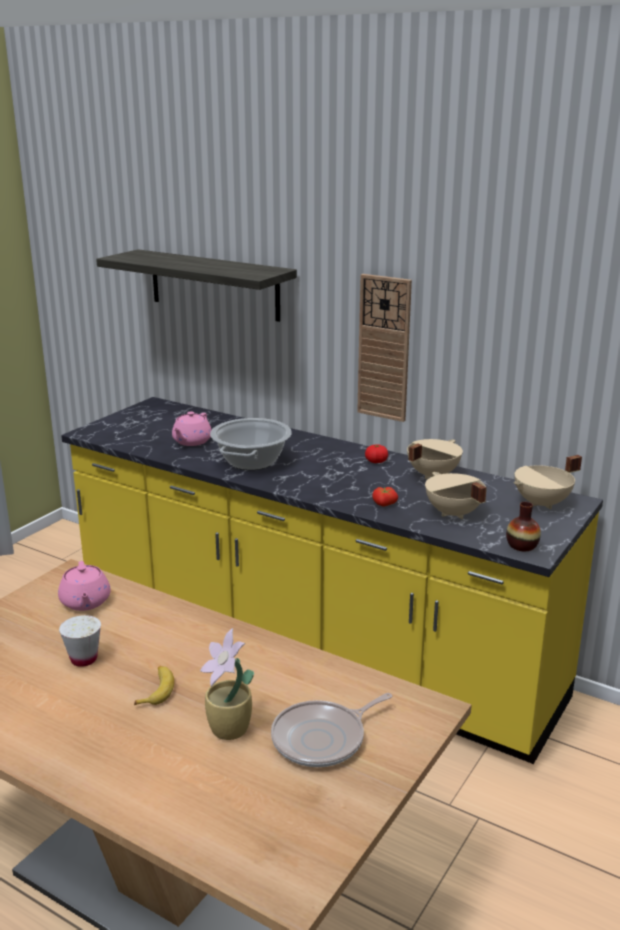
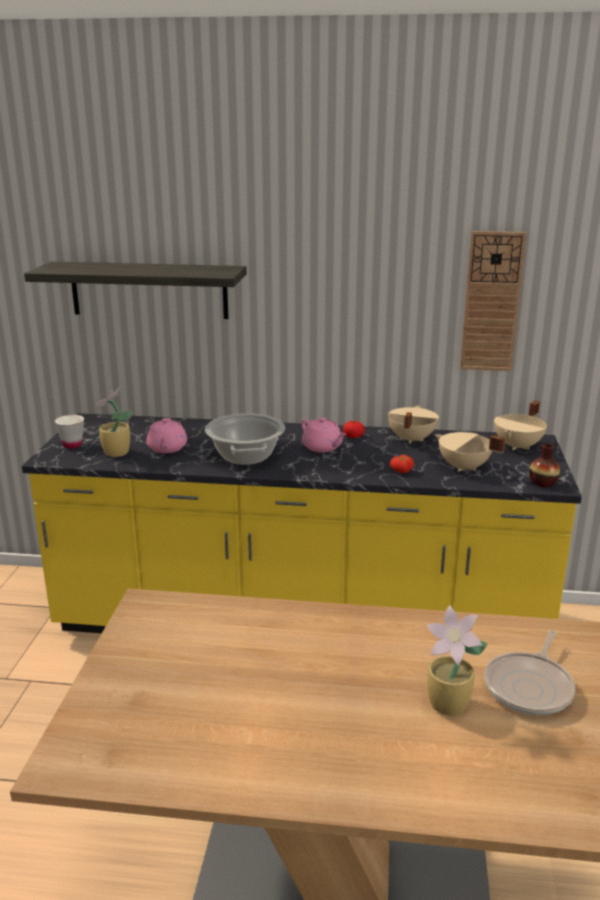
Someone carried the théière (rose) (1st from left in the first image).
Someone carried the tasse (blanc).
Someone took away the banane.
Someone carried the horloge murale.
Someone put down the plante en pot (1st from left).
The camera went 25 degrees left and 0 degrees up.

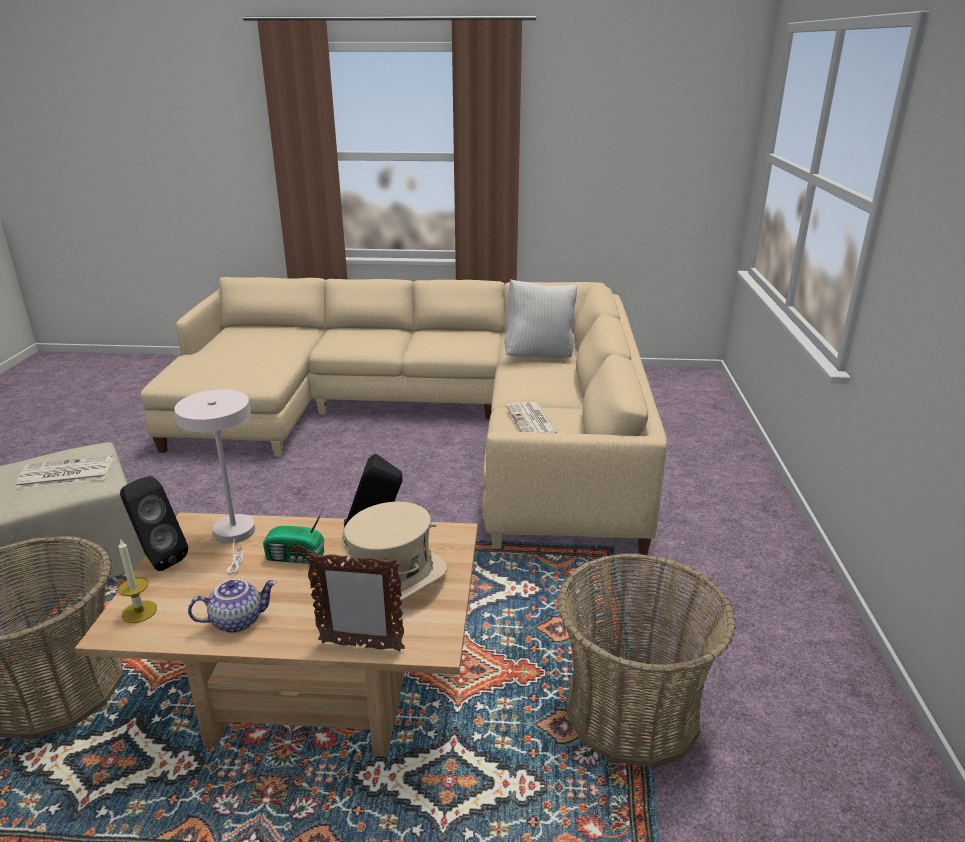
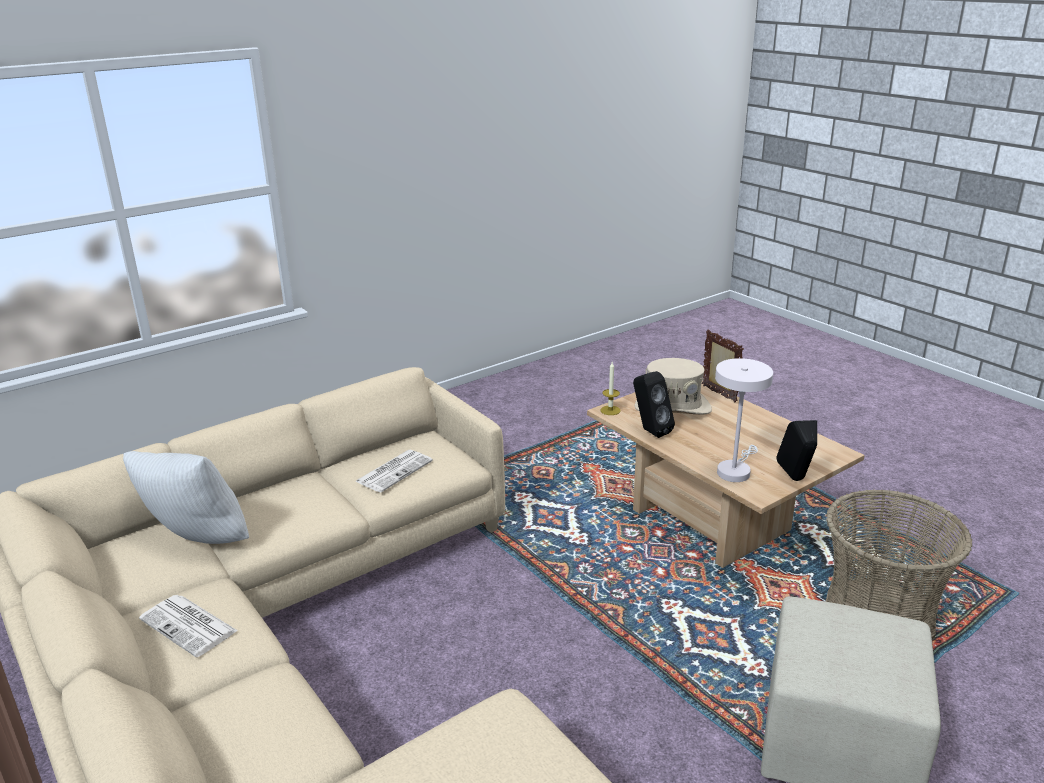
Someone carried the journal (1st from left).
Someone carried the bougie.
Someone took away the théière.
Someone took away the radio.
Someone took away the panier (2nd from left).
The camera went 130 degrees left and 0 degrees up.

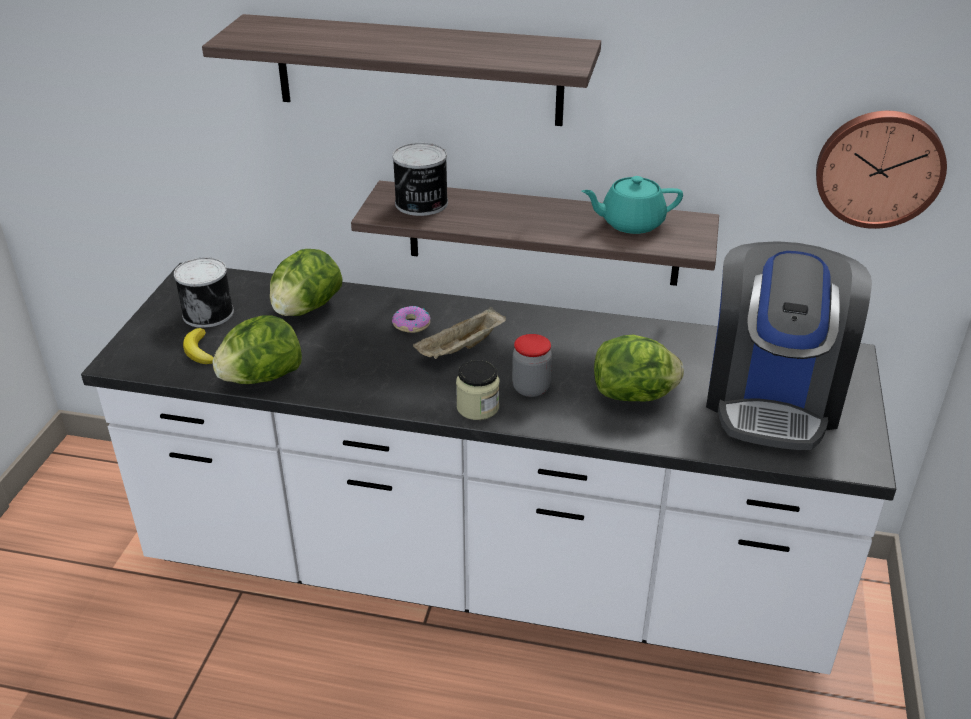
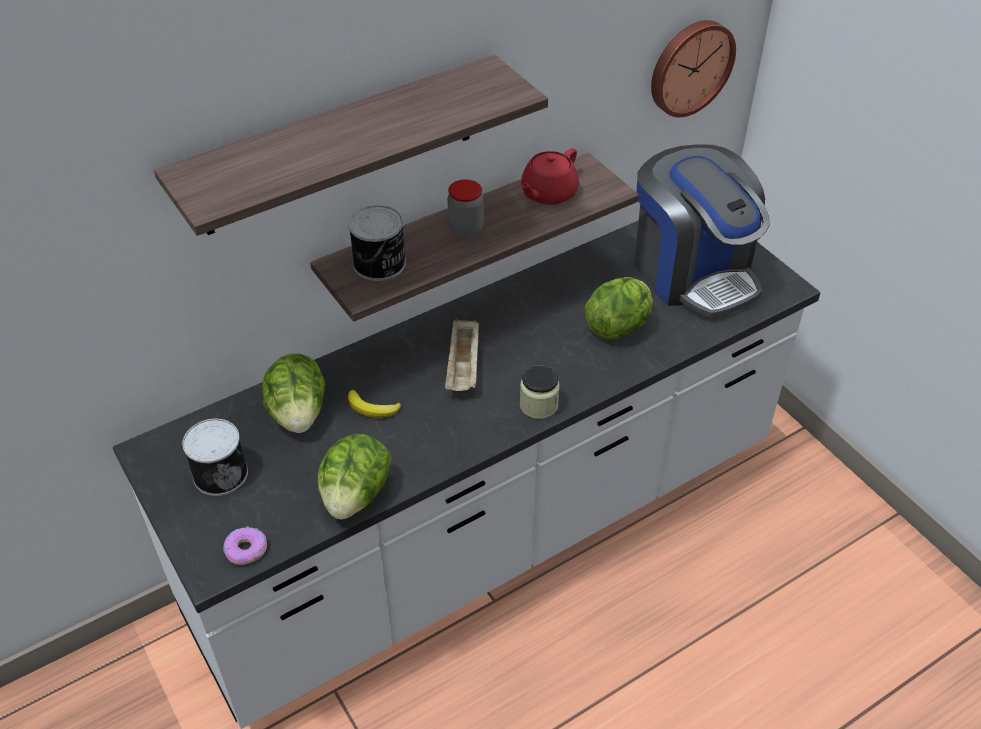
Someone carried the banane.
Someone carried the beignet.
Someone carried the bocal (2nd from left in the first image).
Someone repainted the théière (turquoise), which became the théière (rouge).
The camera went 45 degrees left and 10 degrees up.

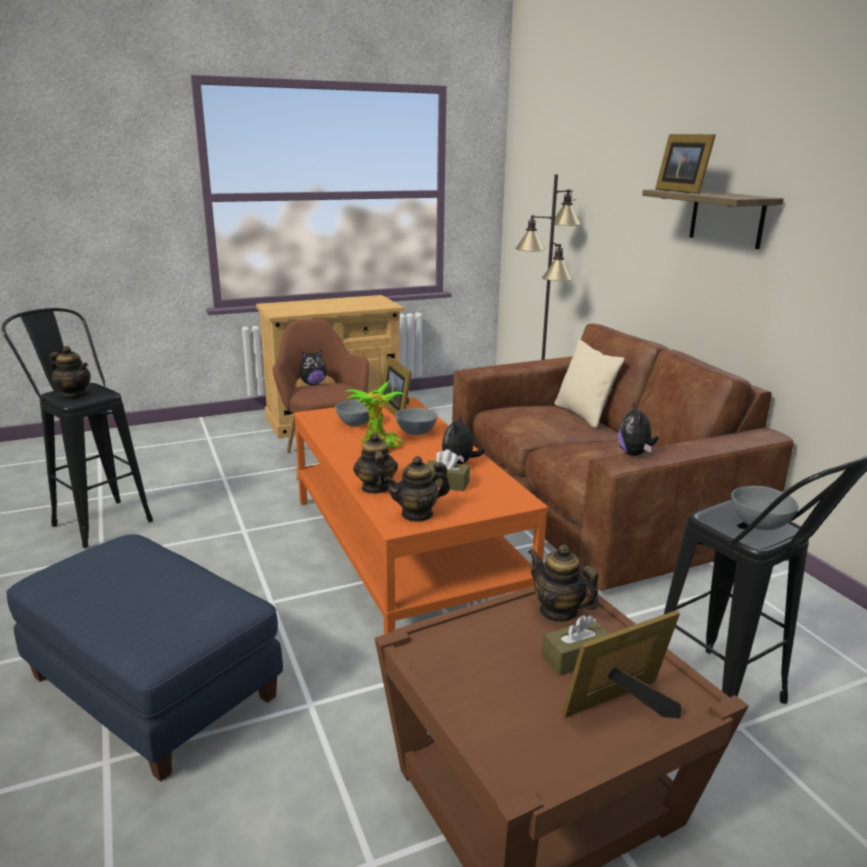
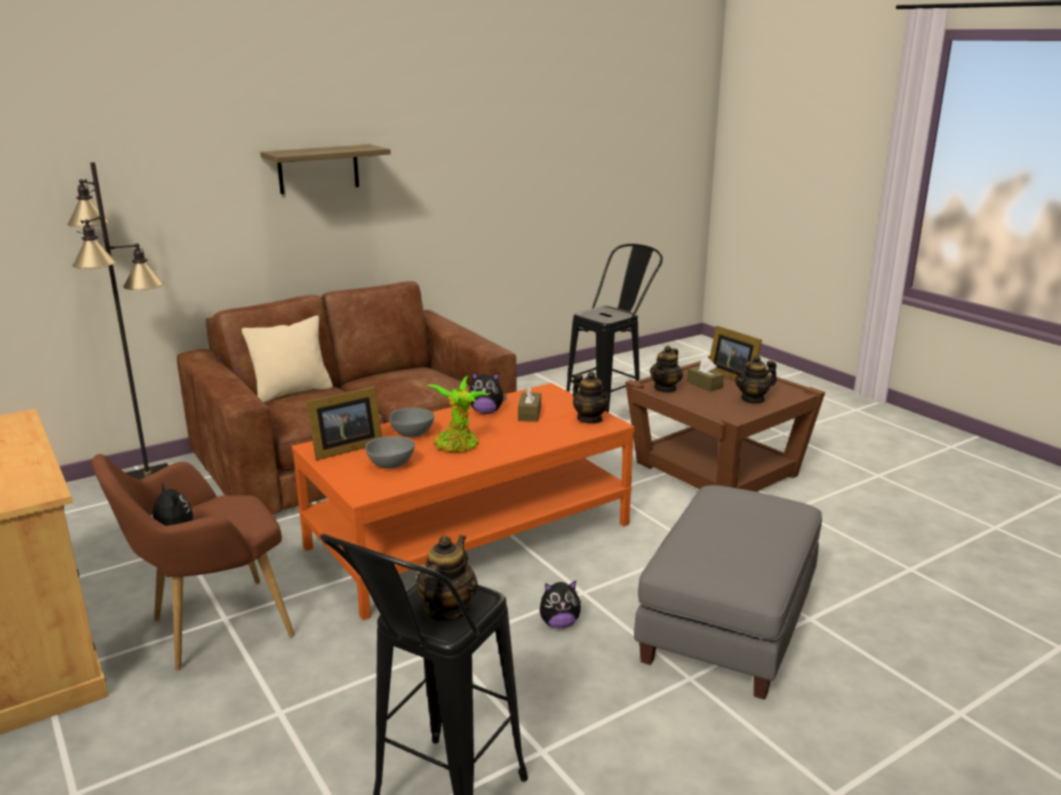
Someone repainted the pouf (bleu), which became the pouf (gris).
Someone carried the théière (2nd from left in the first image).
Someone carried the peluche (3rd from left).
Someone took away the cadre photo (3rd from left).
Someone took away the bol (gris) (3rd from left).
The camera went 100 degrees left and 0 degrees up.

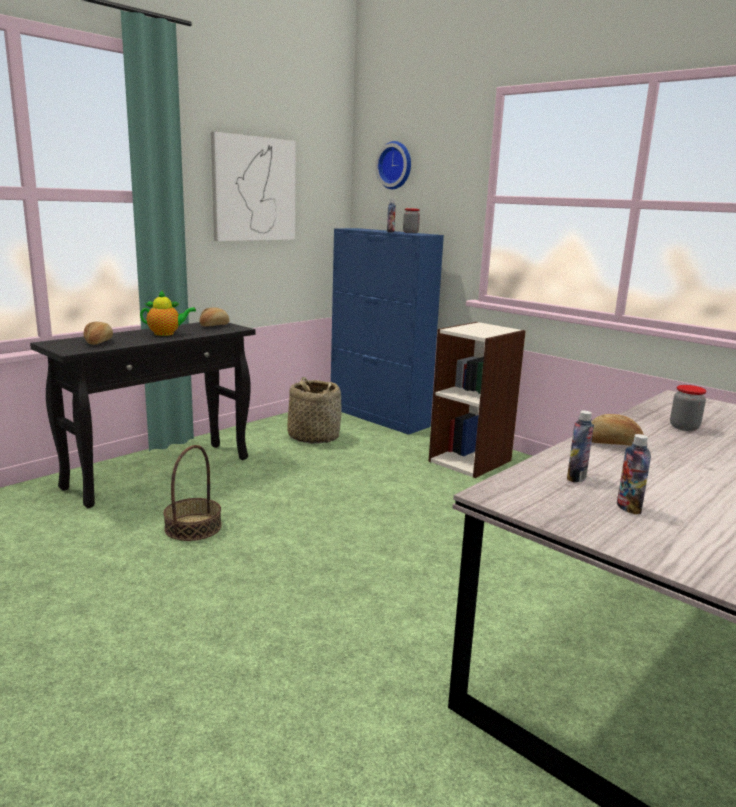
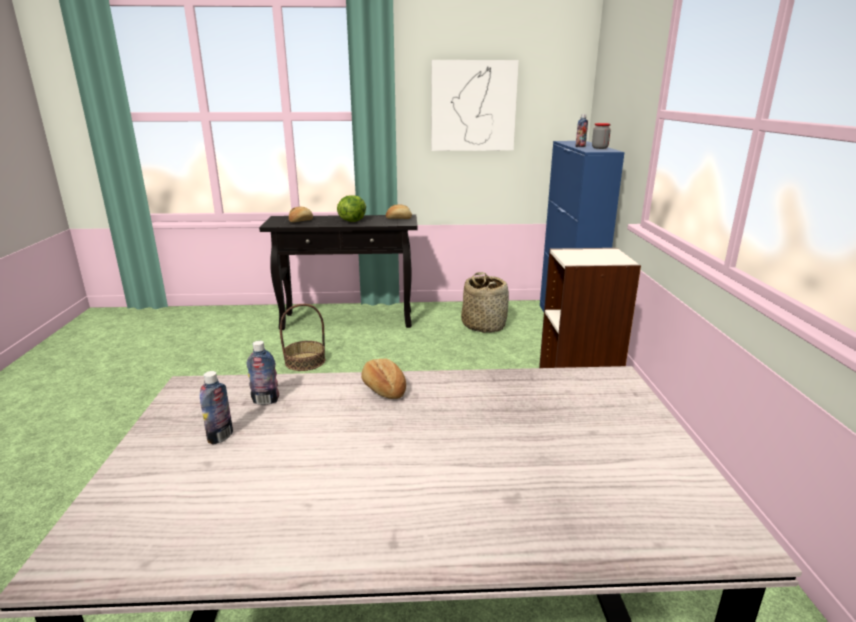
Someone swapped the théière for the laitue.
Someone took away the horloge murale.
Someone took away the bocal (2nd from left).
The camera went 45 degrees right and 5 degrees up.

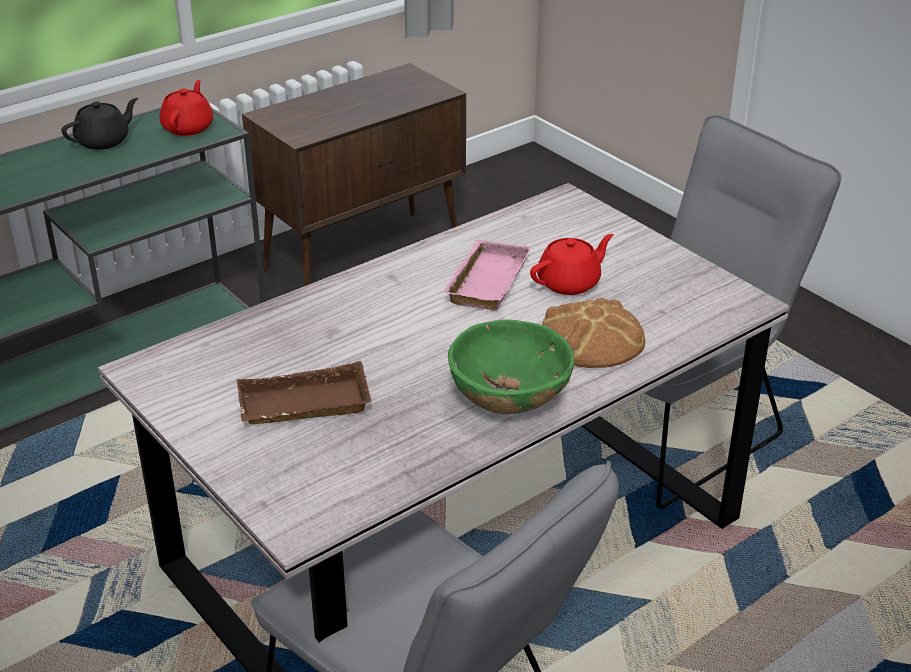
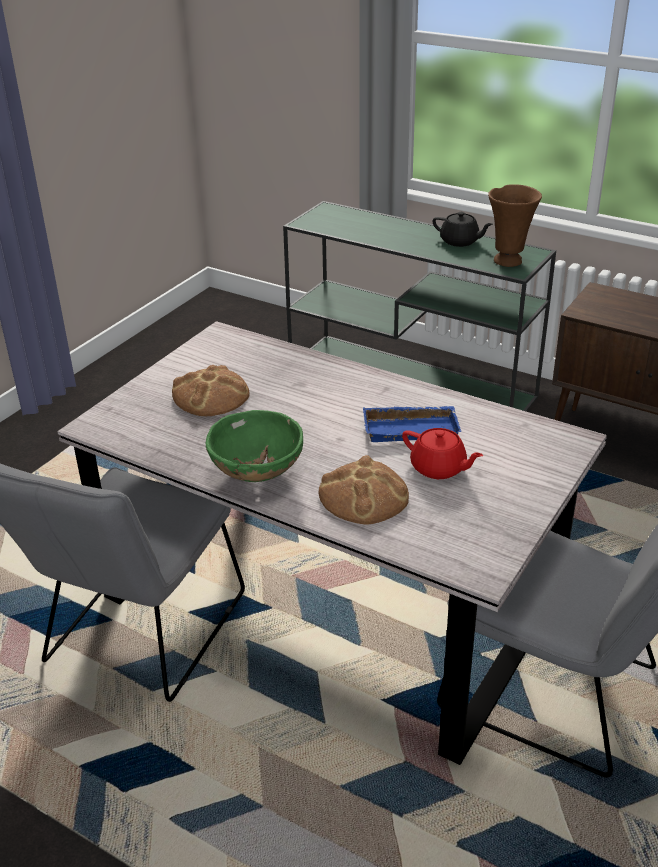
Someone swapped the théière (rouge) (1st from left) for the vase (marron).
Someone swapped the plateau (marron) for the pain (1st from left).
Someone repainted the plateau (rose), which became the plateau (bleu).
The camera went 70 degrees right and 0 degrees up.

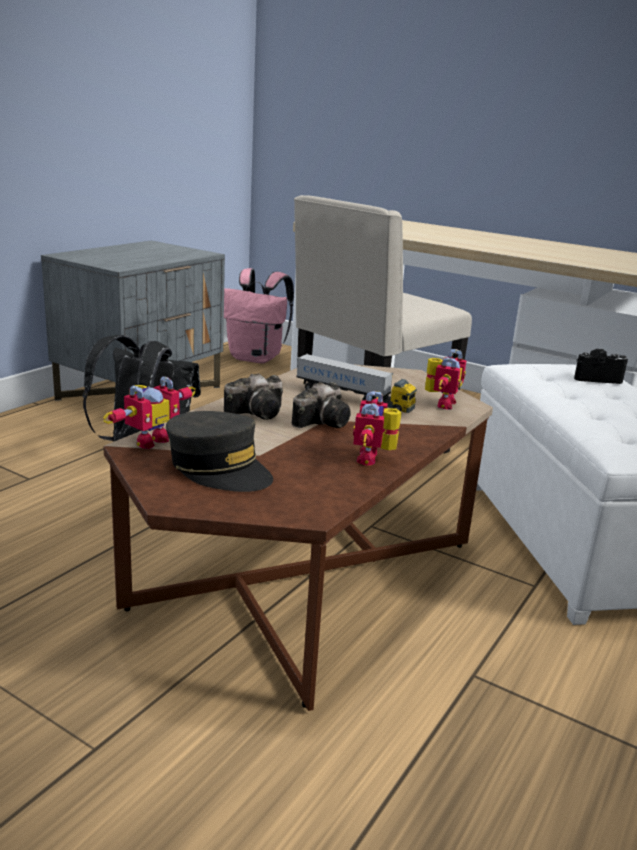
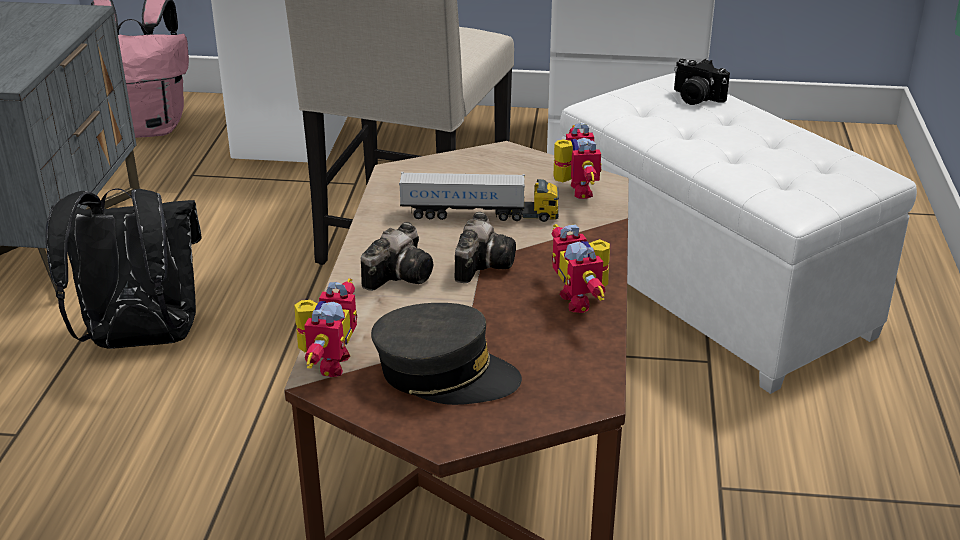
Someone rotated the appareil photo (3rd from left) by 120 degrees counterclockwise.
The camera went 25 degrees left and 10 degrees up.

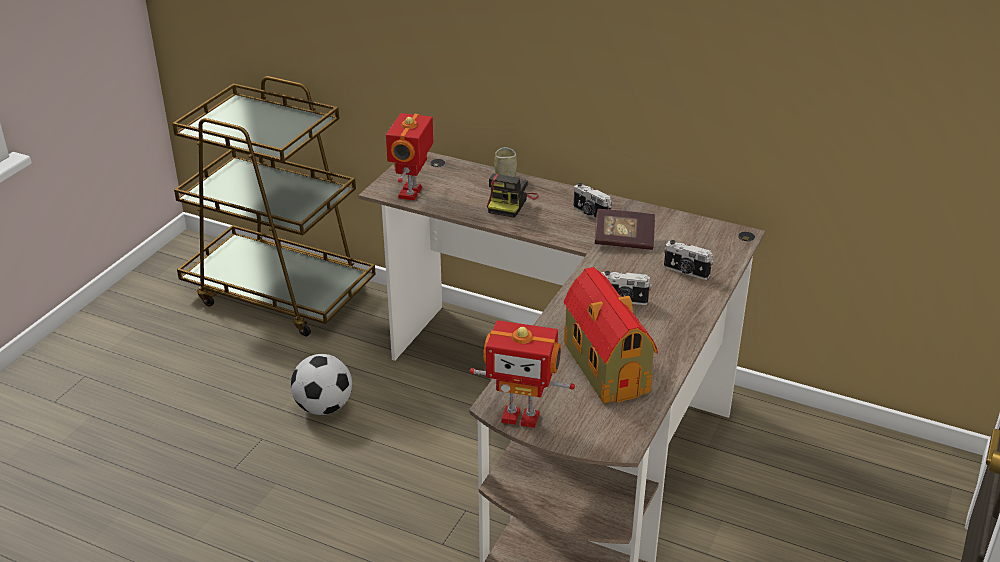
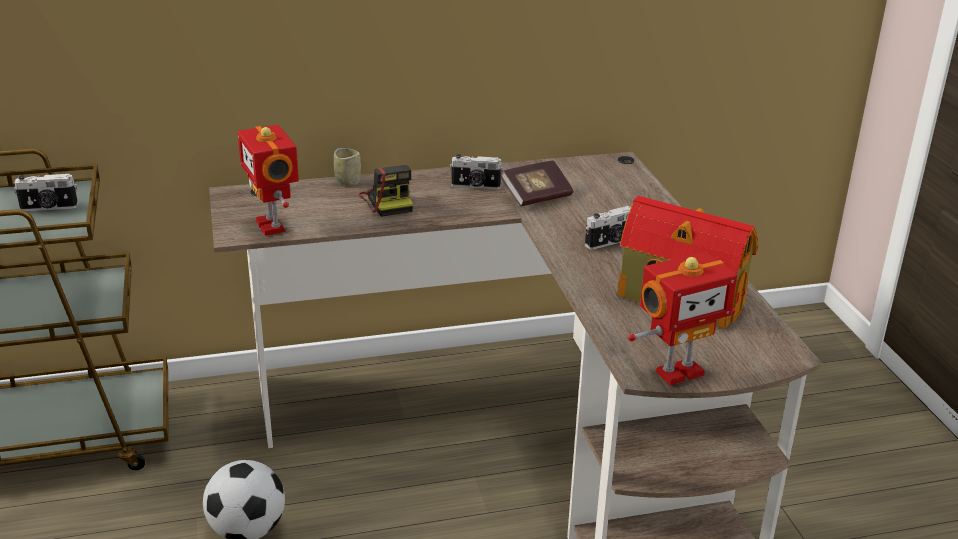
Someone carried the appareil photo (4th from left in the first image).
The camera went 40 degrees left and 5 degrees down.

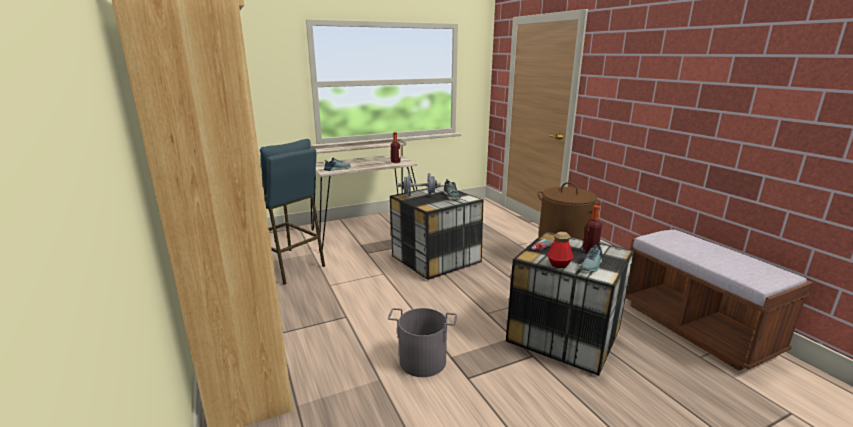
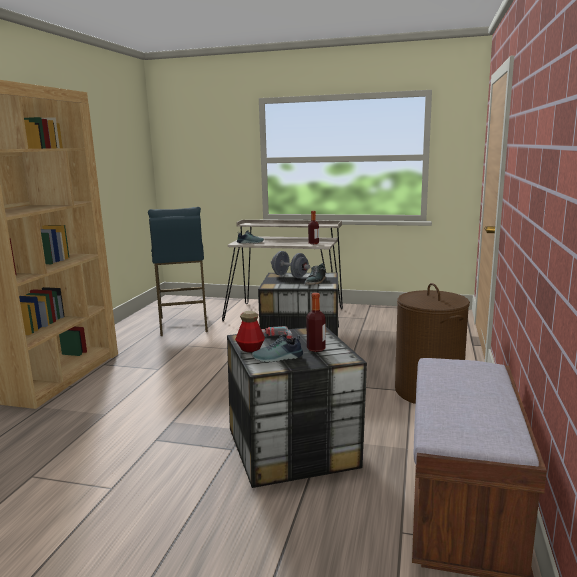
Someone took away the seau (gris).
The camera went 40 degrees right and 5 degrees down.

